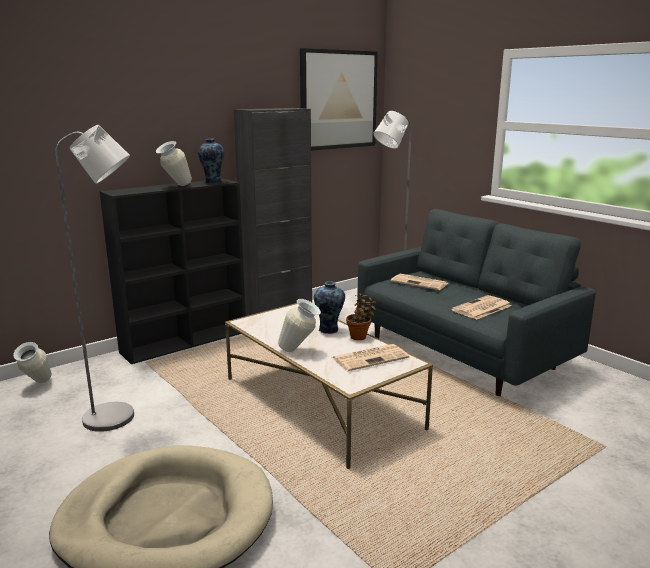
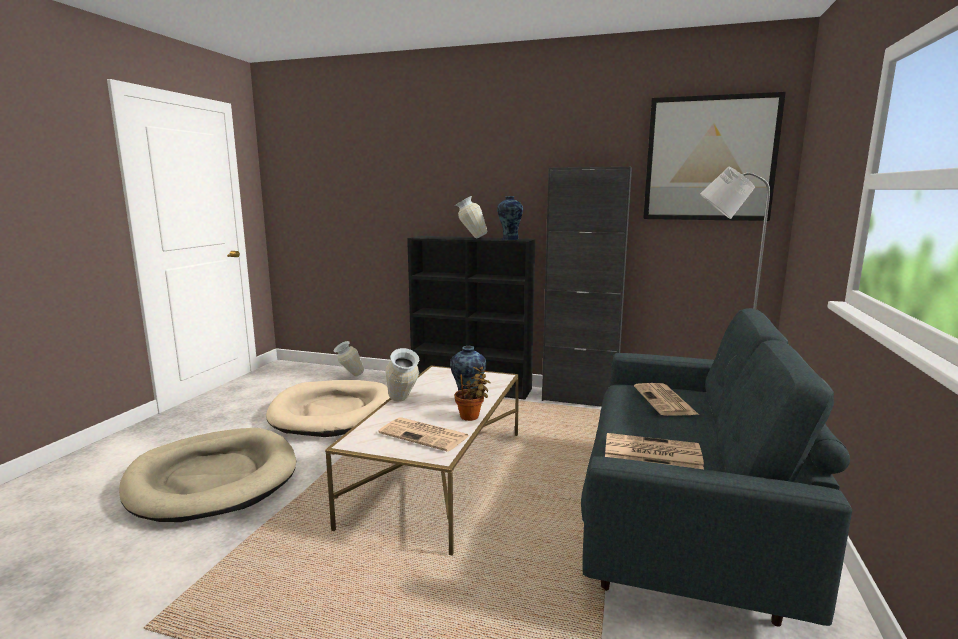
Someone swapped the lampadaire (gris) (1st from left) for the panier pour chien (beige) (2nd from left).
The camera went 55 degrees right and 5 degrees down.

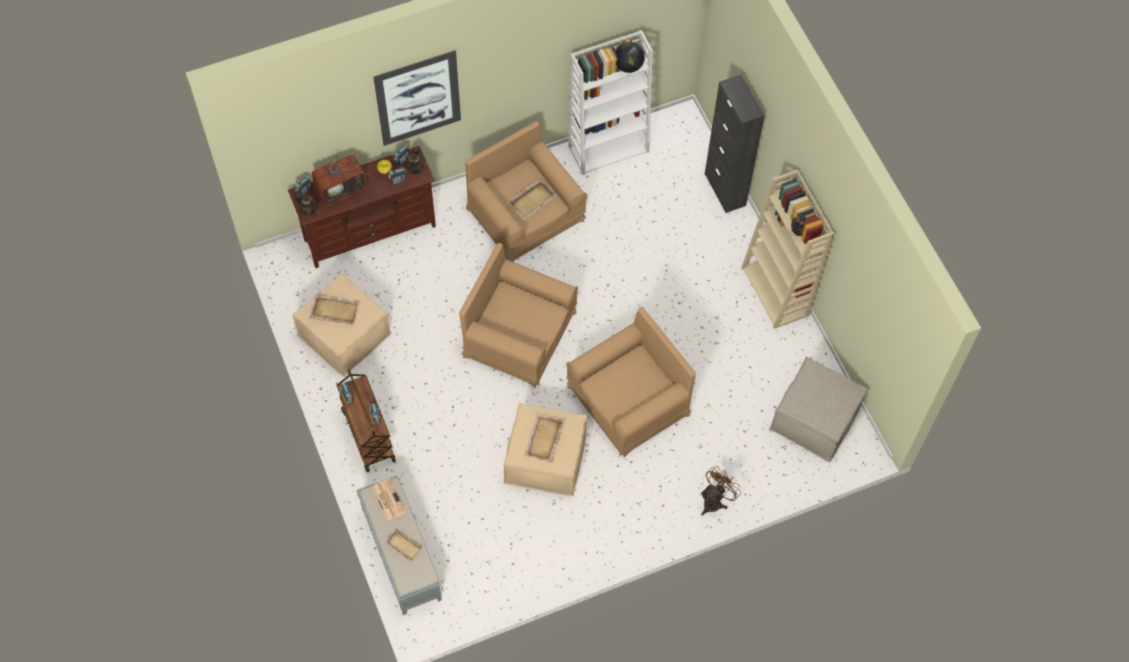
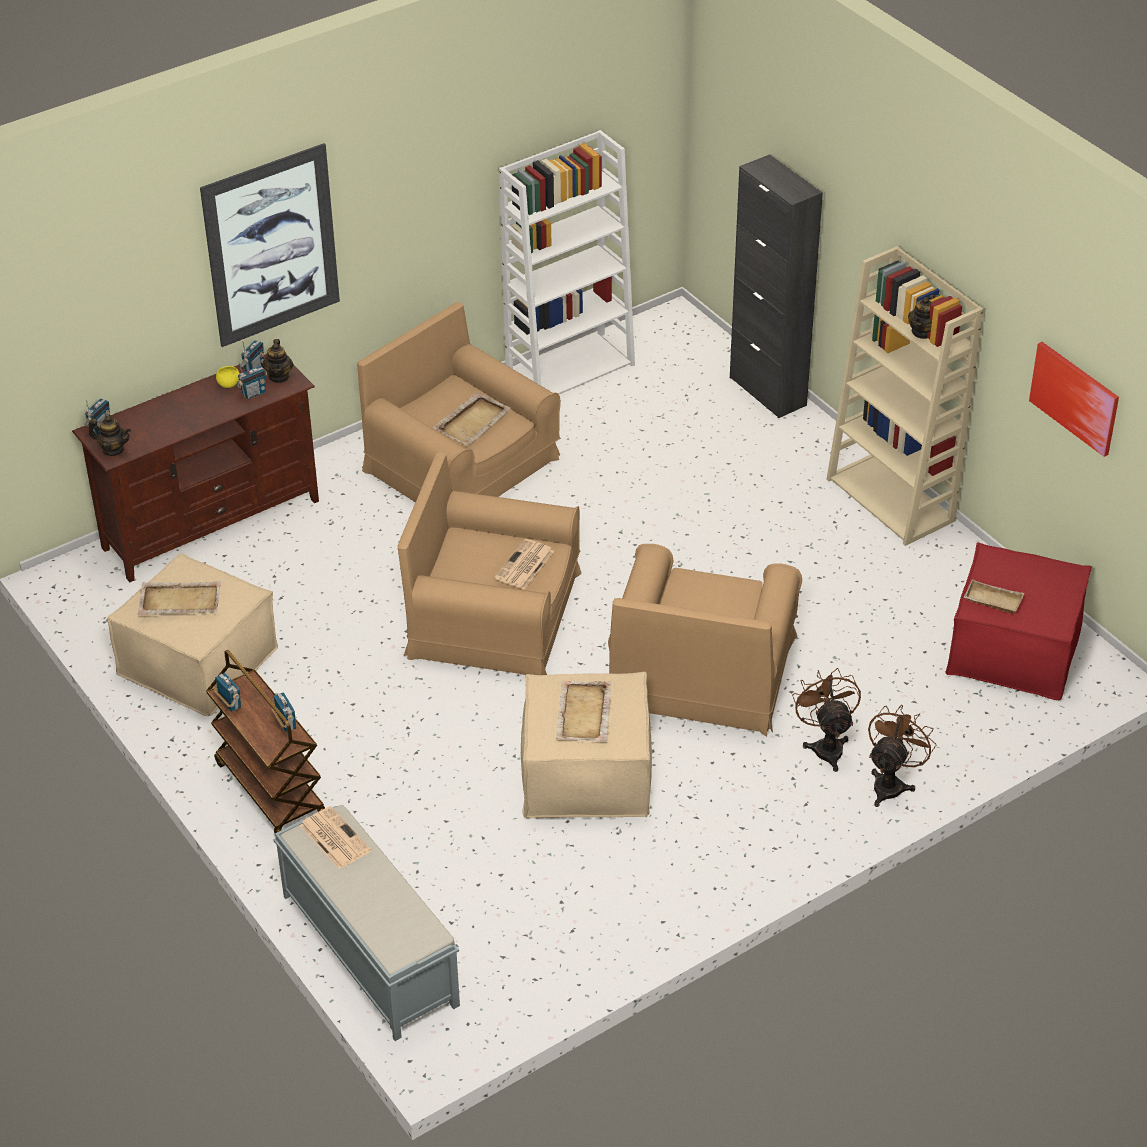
Someone took away the téléviseur.
Someone carried the plateau (beige) (2nd from left in the first image).
Someone rotated the fauteuil (marron) (3rd from left) by 150 degrees clockwise.
Someone took away the globe.
Someone repainted the pouf (beige) (3rd from left), which became the pouf (rouge).
Someone put down the journal (2nd from left).
Someone put down the ventilateur (marron) (1st from left).
Someone put up the tableau (2nd from left).
The camera went 10 degrees left and 20 degrees down.

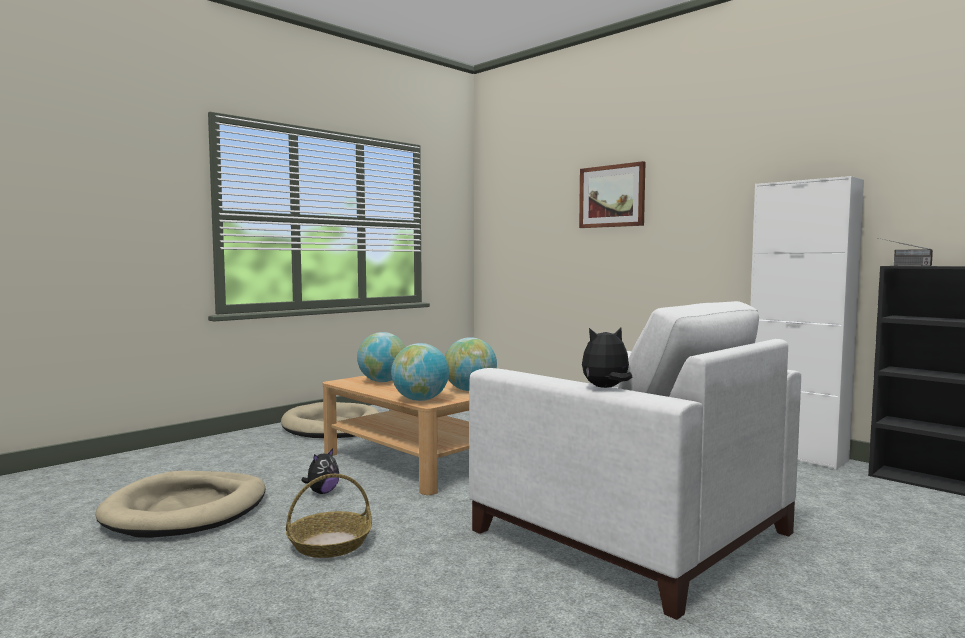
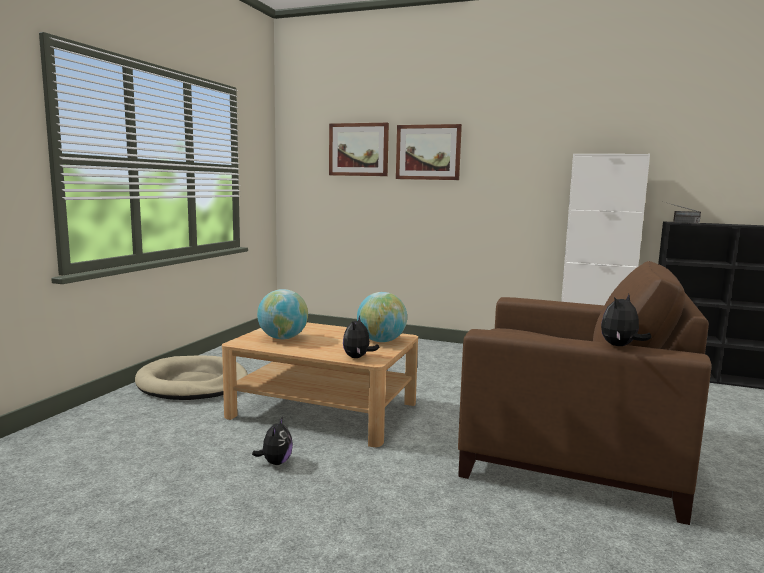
Someone took away the panier pour chien (beige) (1st from left).
Someone took away the panier.
Someone swapped the globe (2nd from left) for the peluche (2nd from left).
Someone repainted the fauteuil (blanc), which became the fauteuil (marron).
Someone put up the tableau (1st from left).
The camera went 25 degrees left and 5 degrees up.

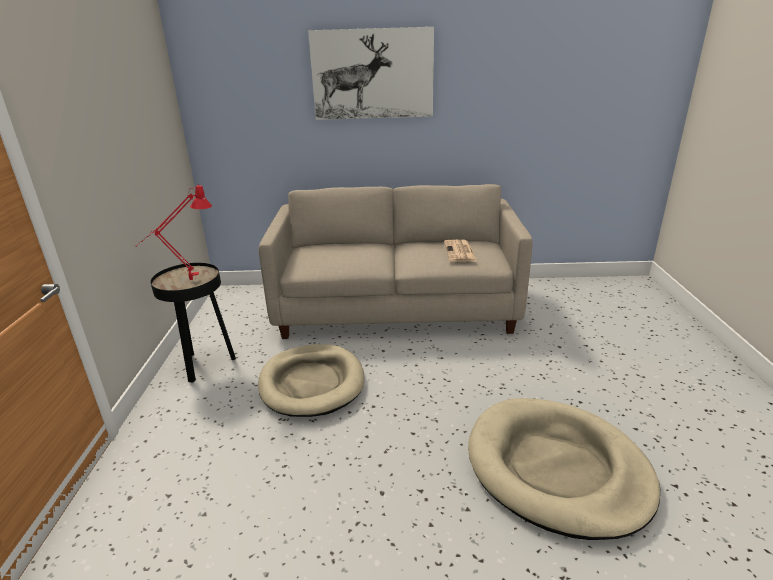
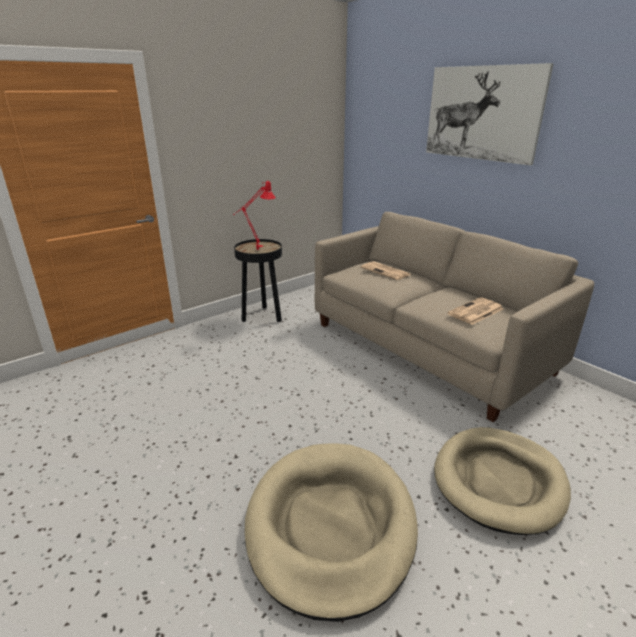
Someone carried the panier pour chien (beige) (1st from left in the first image).
Someone put down the journal (1st from left).
The camera went 50 degrees right and 0 degrees up.

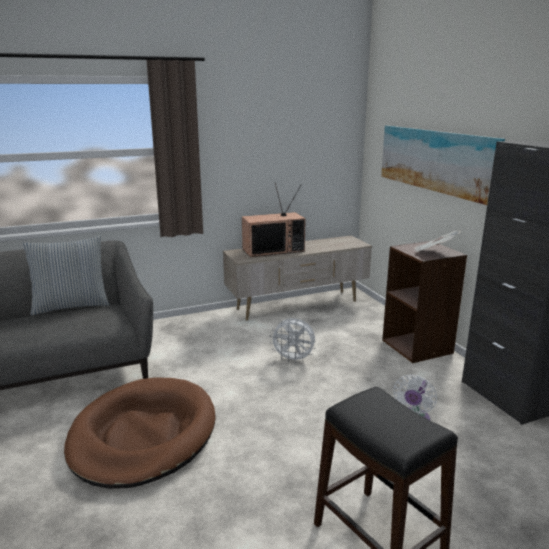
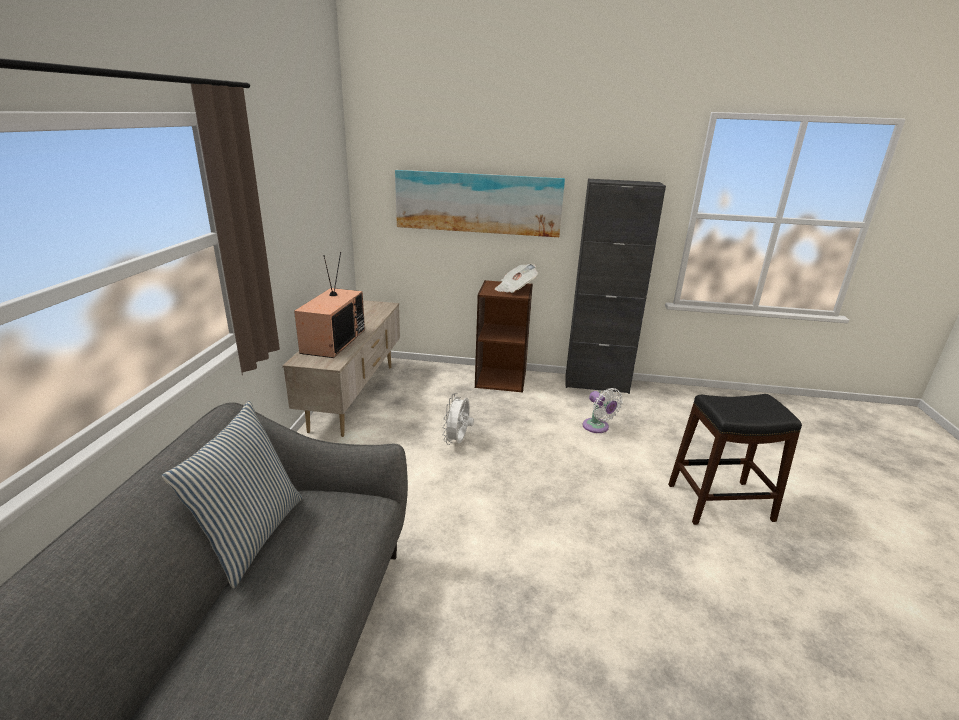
Someone took away the panier pour chien (marron).
Someone rotated the ventilateur (blanc) (1st from left) by 150 degrees clockwise.
The camera went 60 degrees left and 5 degrees up.

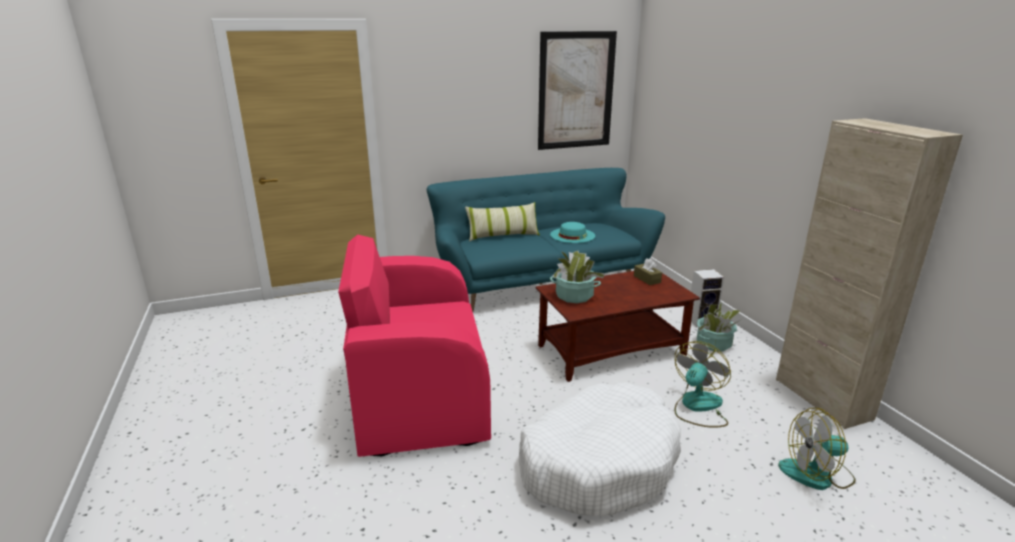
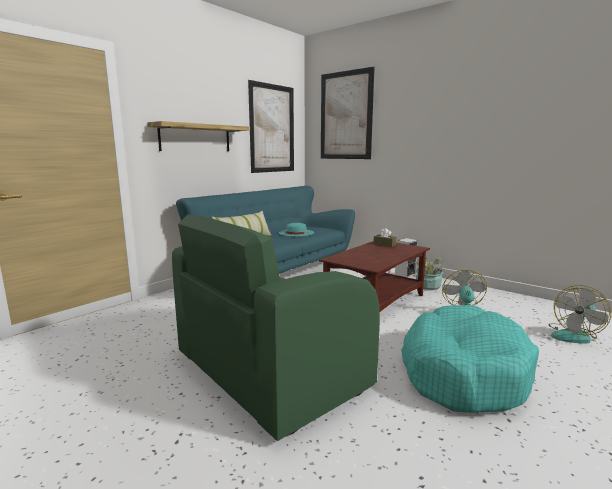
Someone repainted the fauteuil (rose), which became the fauteuil (vert).
Someone repainted the panier pour chien (blanc), which became the panier pour chien (turquoise).
Someone took away the plante en pot (1st from left).
Someone took away the meuble de rangement (beige).
Someone put up the étagère.
Someone put up the tableau (2nd from left).
The camera went 30 degrees left and 10 degrees down.

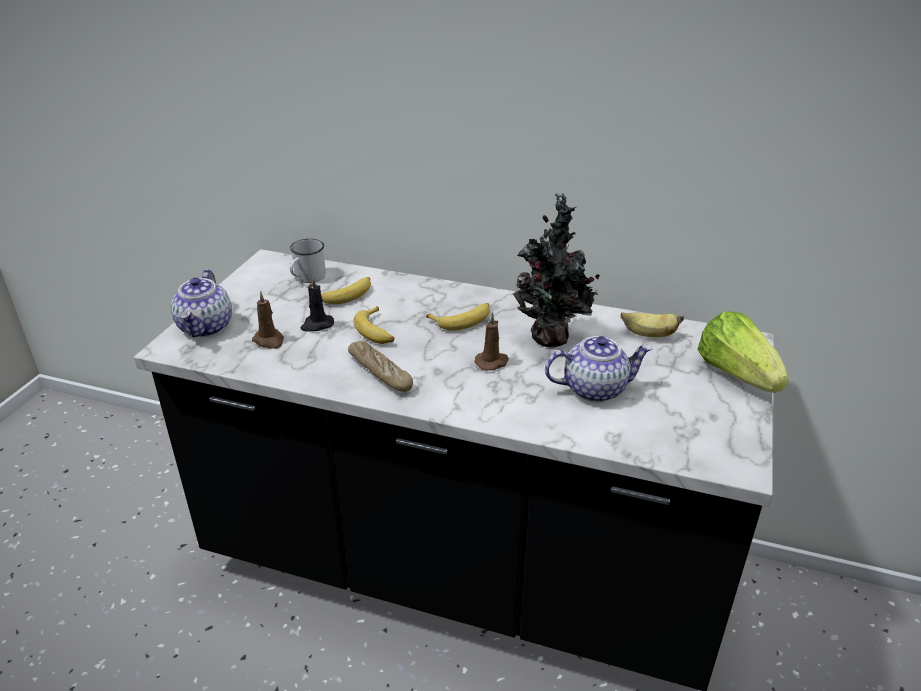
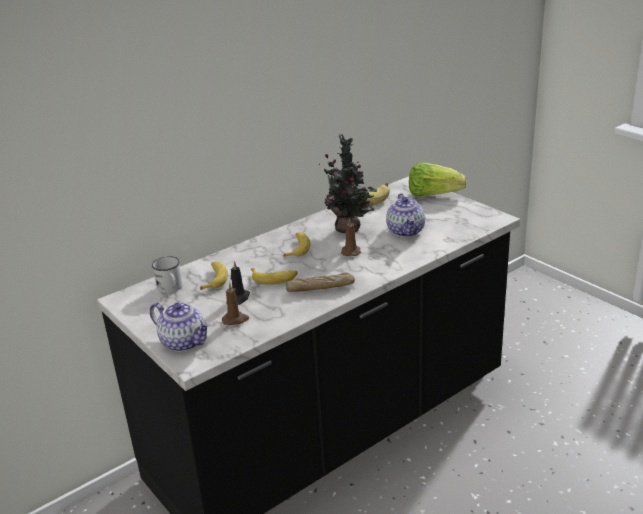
Someone rotated the théière (2nd from left) by 150 degrees clockwise.
The camera went 55 degrees left and 5 degrees down.

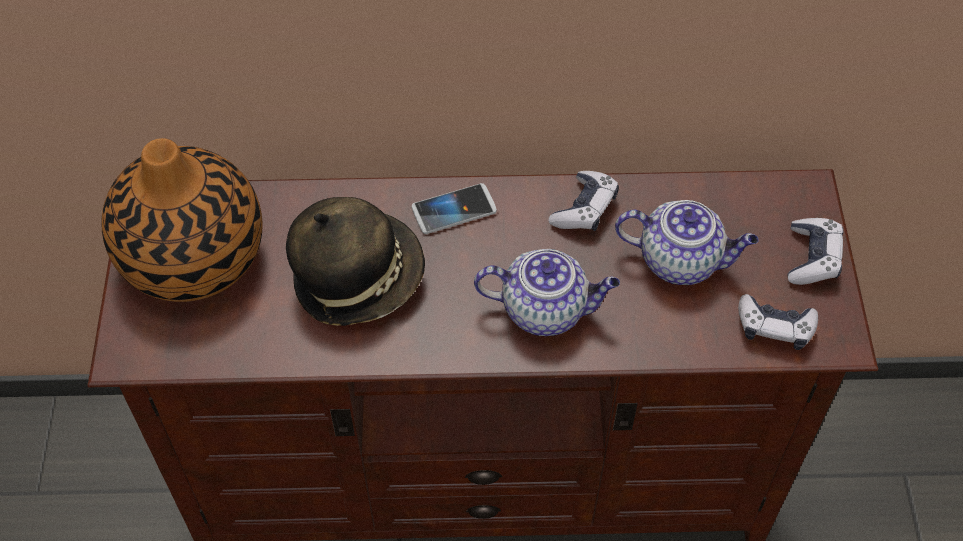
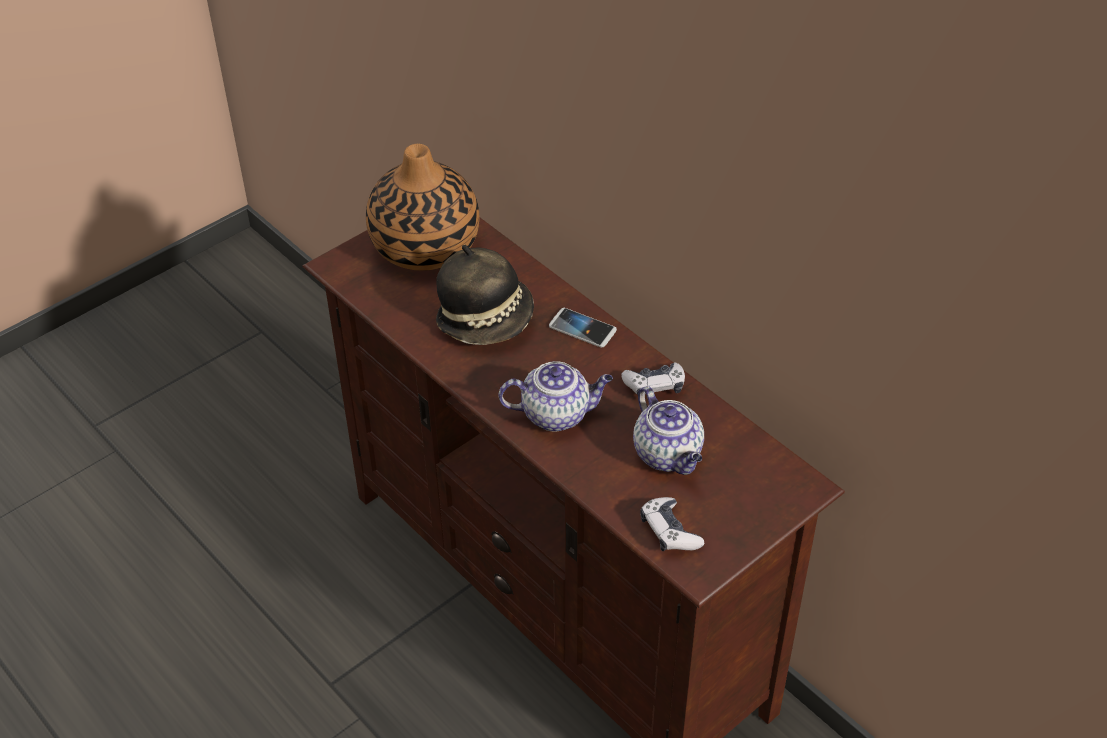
Someone rotated the théière (1st from left) by 60 degrees counterclockwise.
Someone took away the manette (3rd from left).
The camera went 50 degrees right and 10 degrees down.

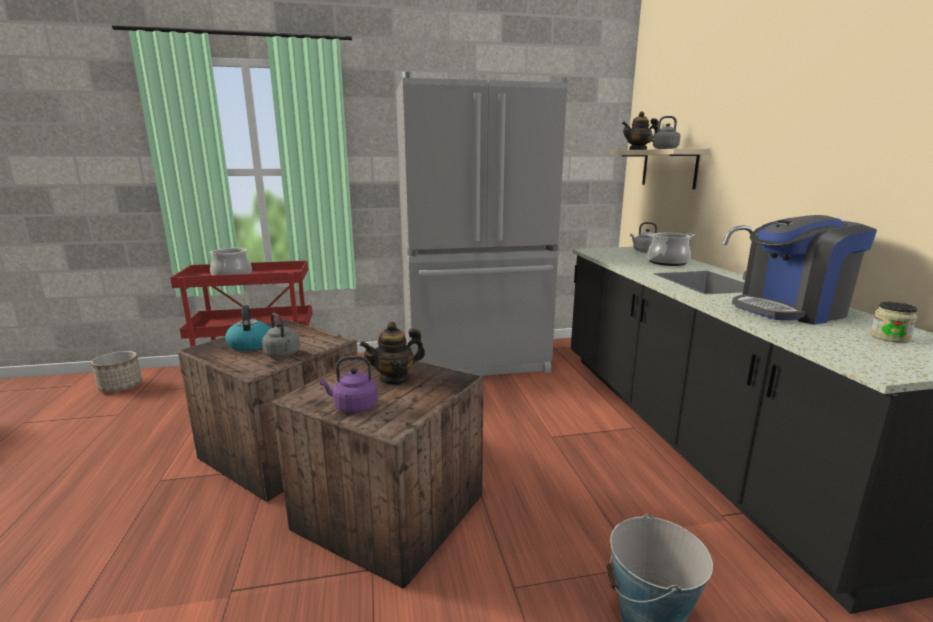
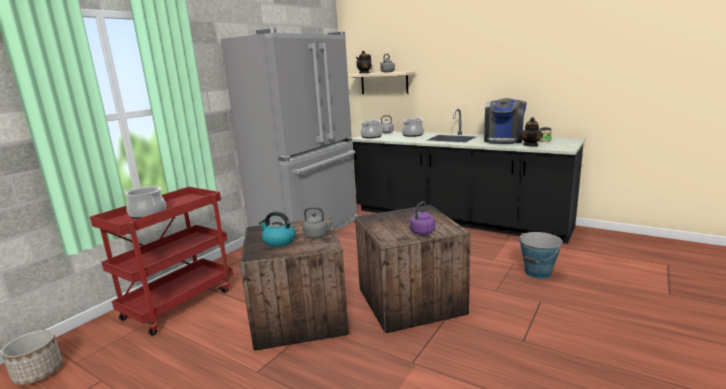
Someone carried the théière (1st from left in the first image).
Someone put down the marmite (2nd from left).
The camera went 45 degrees left and 0 degrees up.

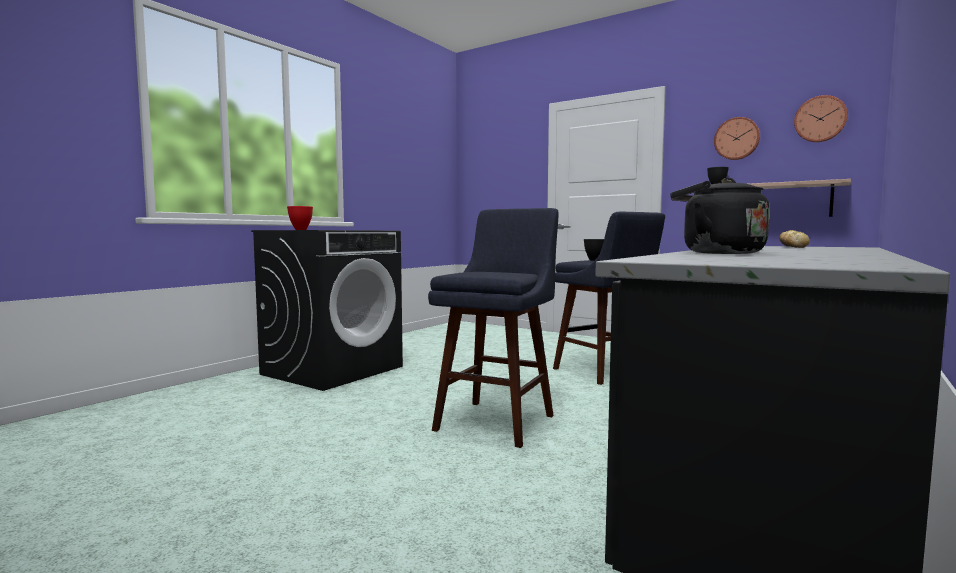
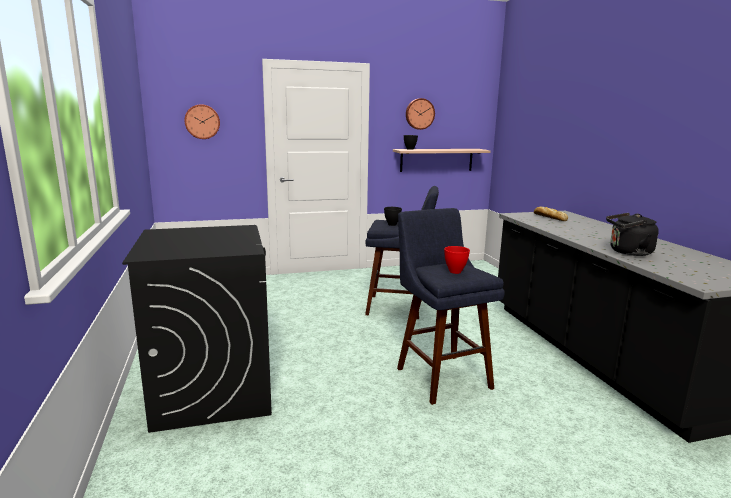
Someone carried the bol (rouge).
Someone carried the horloge murale (2nd from left in the first image).
The camera went 50 degrees left and 10 degrees up.

